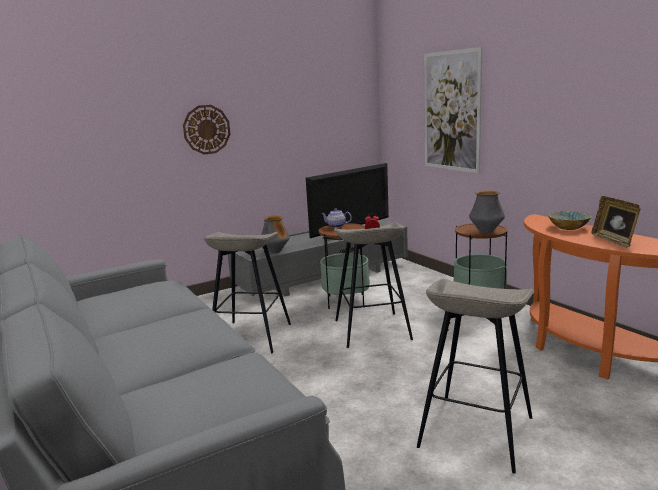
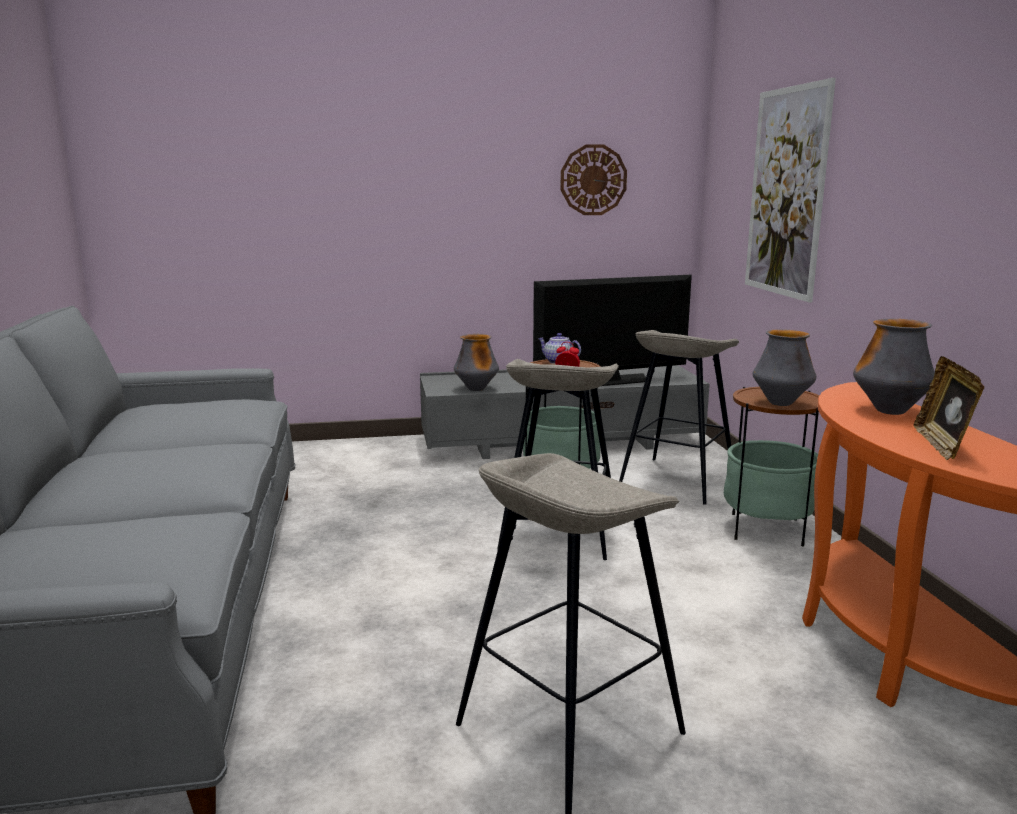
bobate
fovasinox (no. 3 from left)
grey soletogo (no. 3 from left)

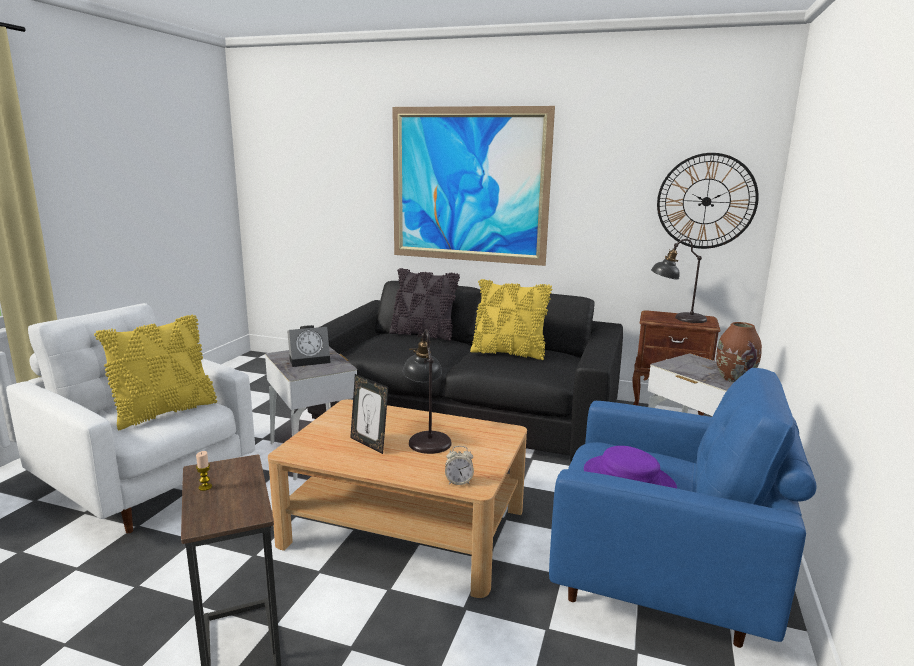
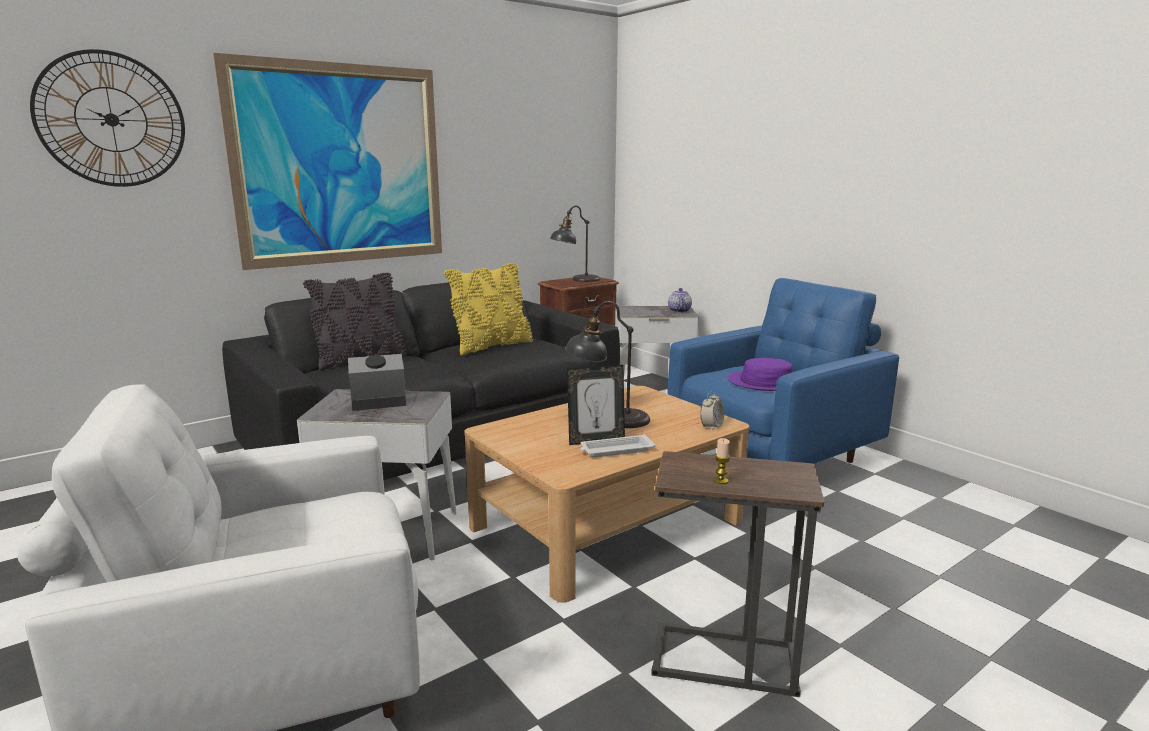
bobate
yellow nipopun (no. 1 from left in the first image)
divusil
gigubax (no. 1 from left)
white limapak

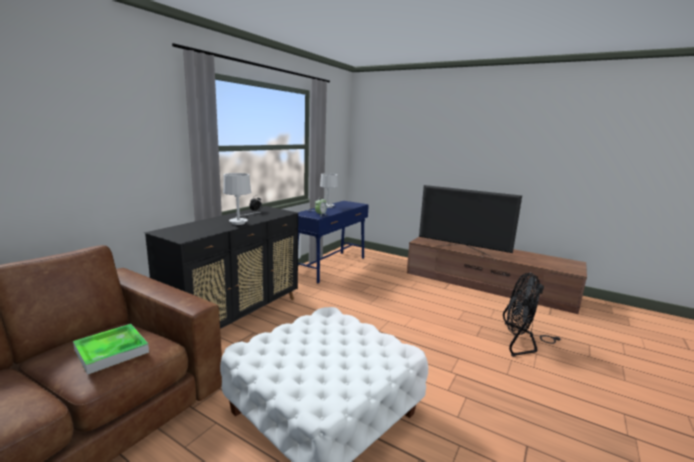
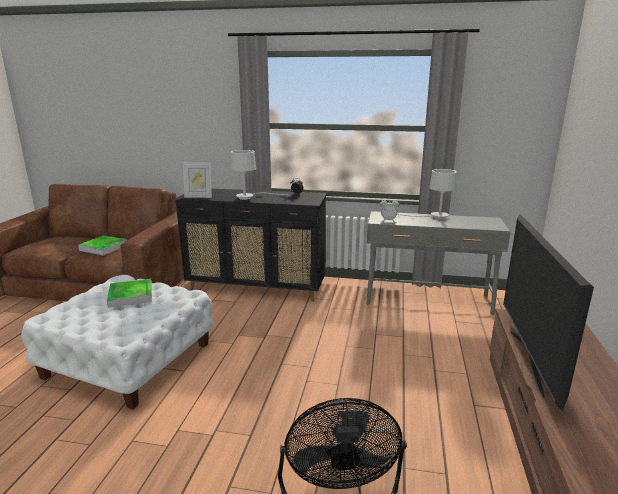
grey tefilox
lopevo
limapak (no. 2 from left)

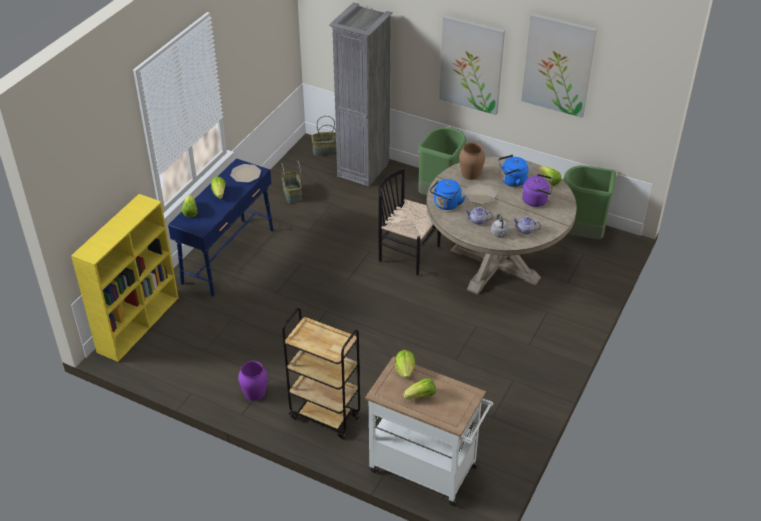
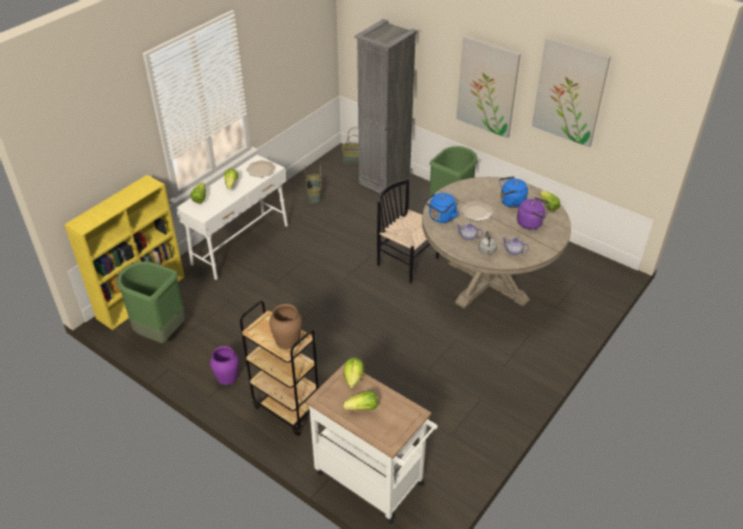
brown fovasinox
white tefilox
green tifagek (no. 1 from left)

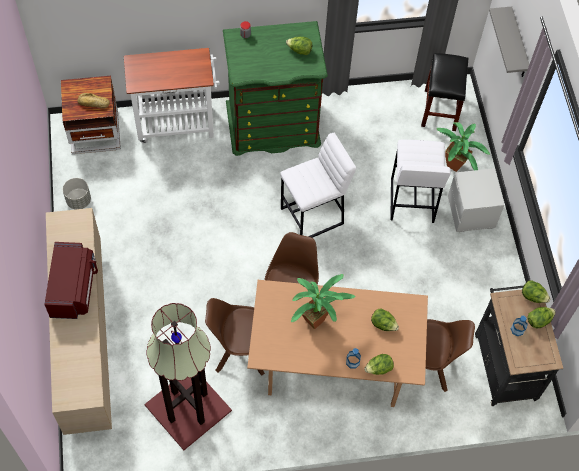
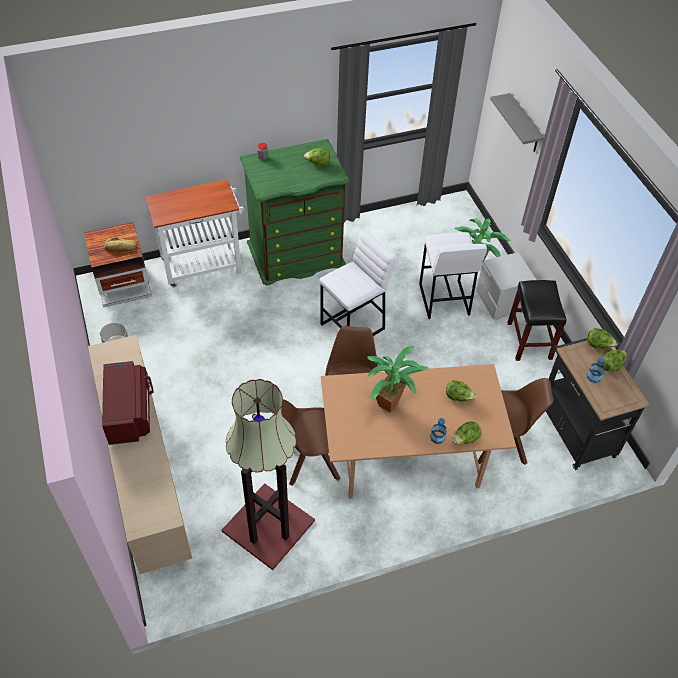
black soletogo

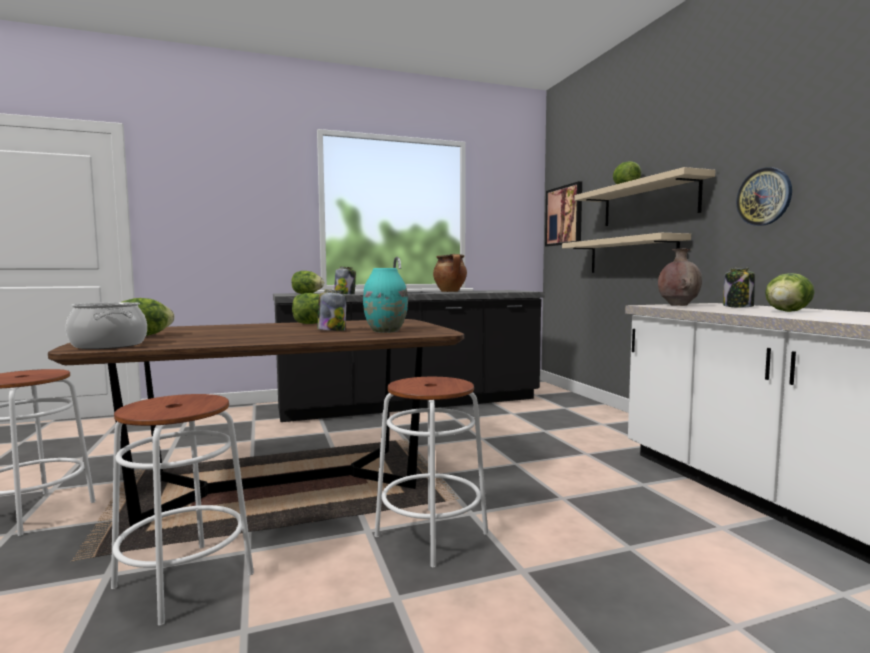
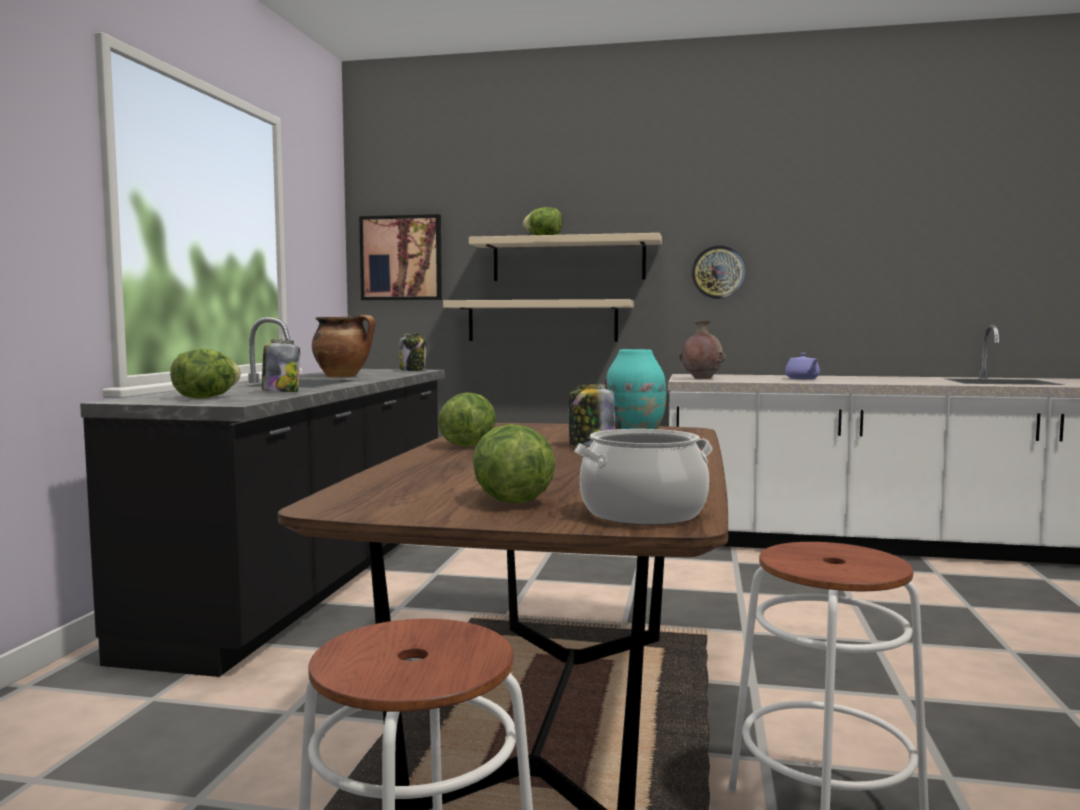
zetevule (no. 2 from left)
purple divusil
white soletogo (no. 3 from left in the first image)

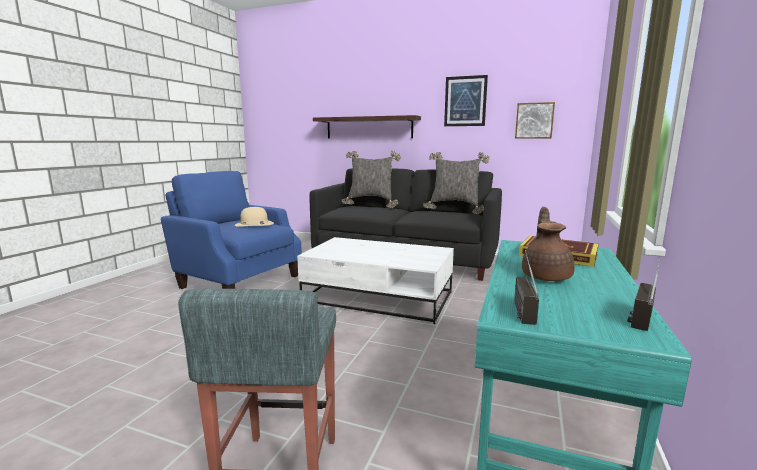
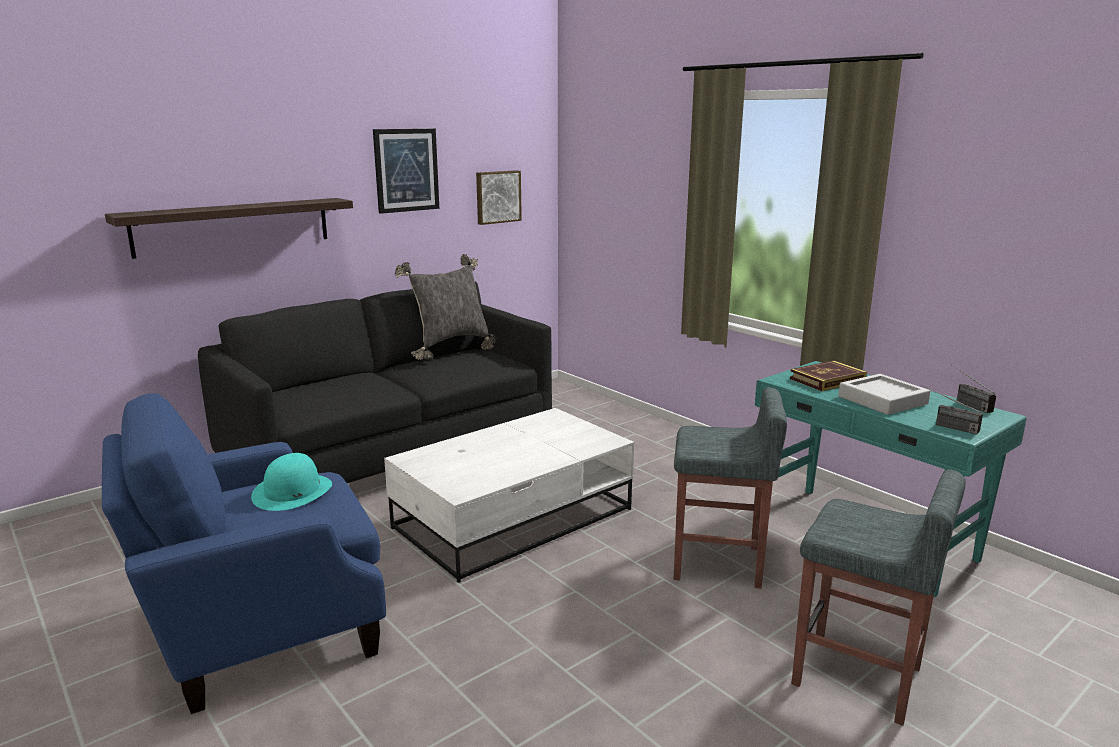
nipopun (no. 1 from left in the first image)
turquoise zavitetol
grey limapak
grey soletogo (no. 1 from left)

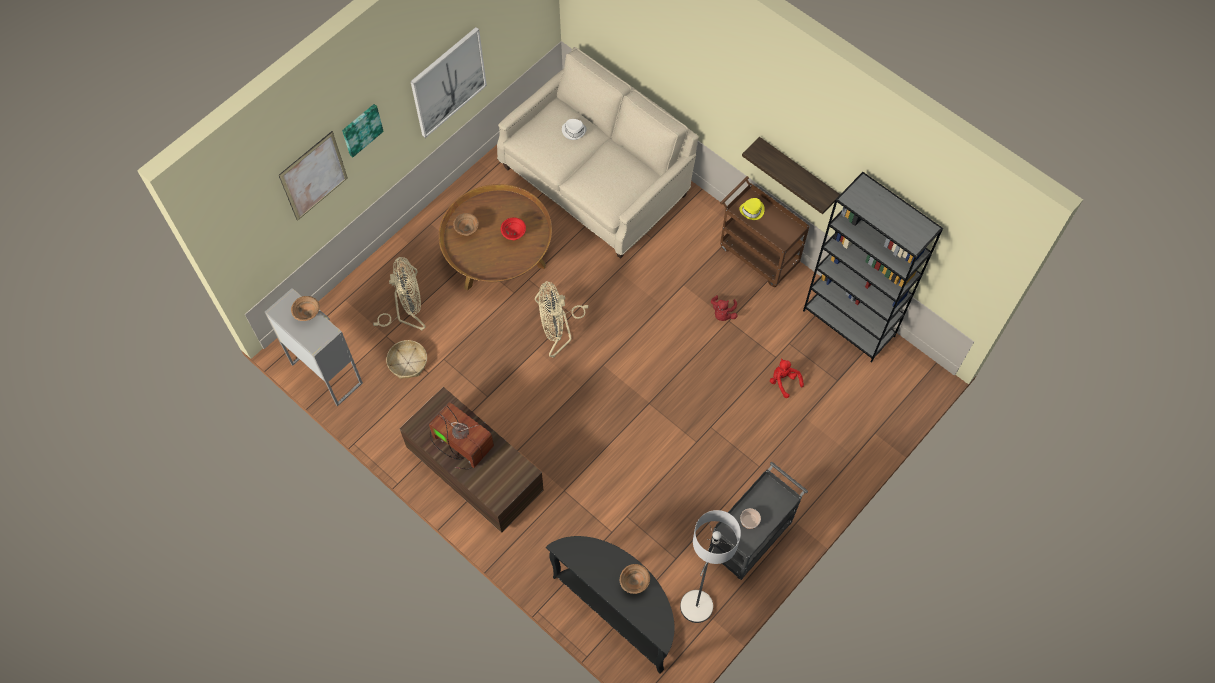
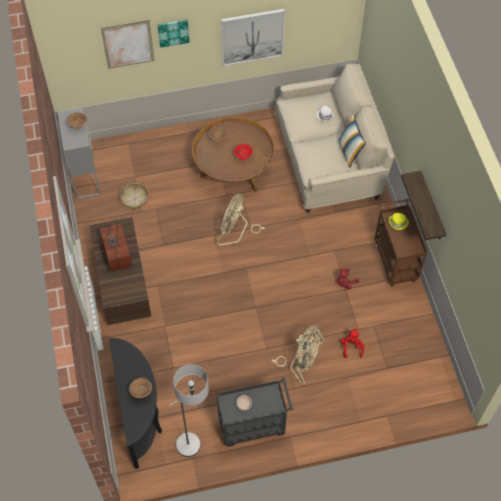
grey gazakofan
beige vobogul (no. 2 from left)
nipopun

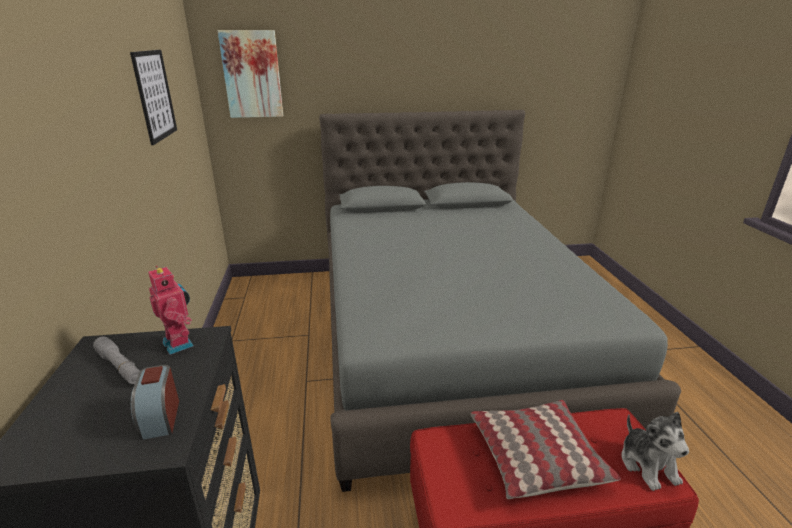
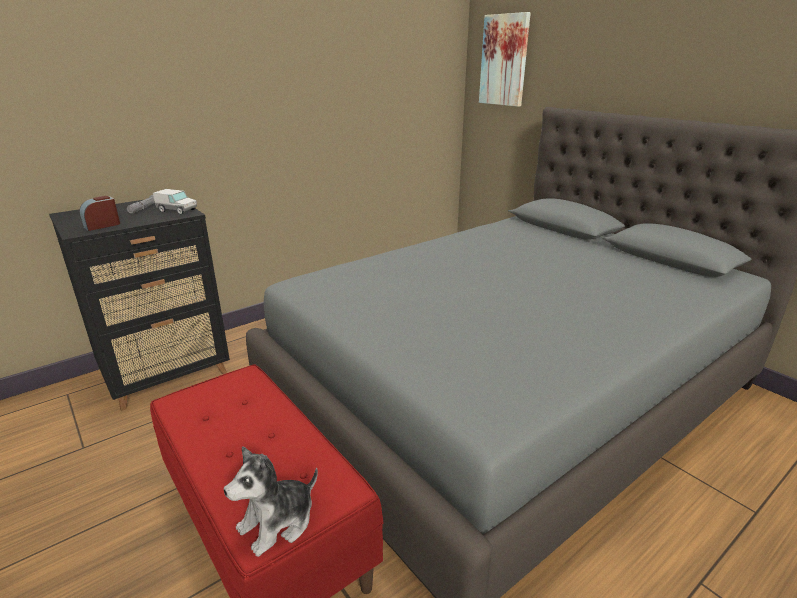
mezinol (no. 1 from left in the first image)
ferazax
nipopun

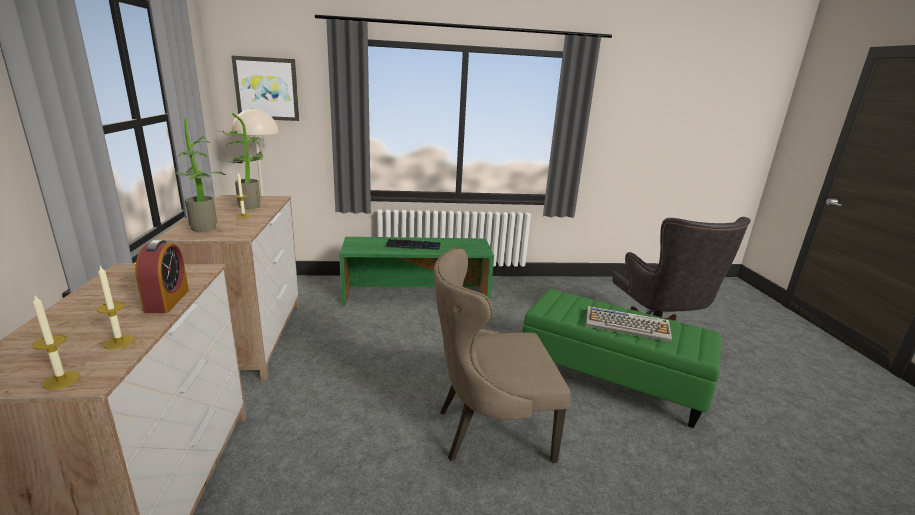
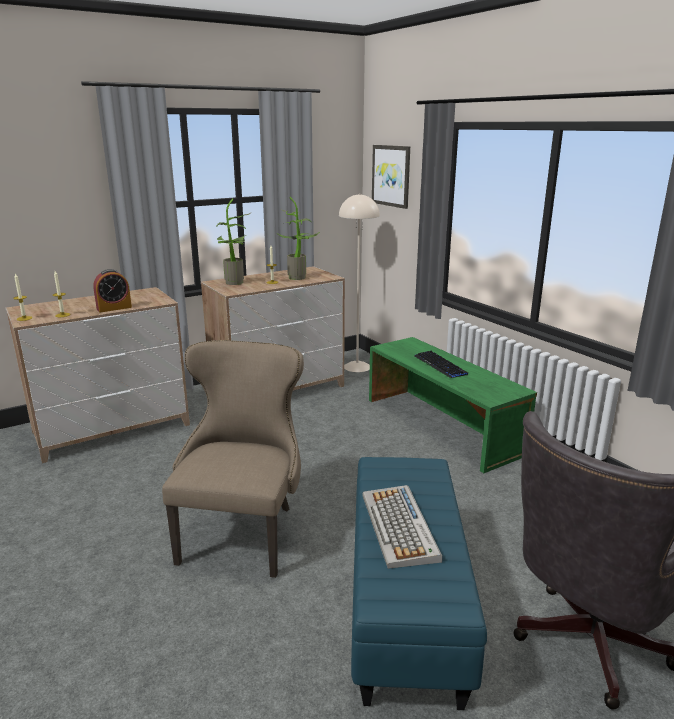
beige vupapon
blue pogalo

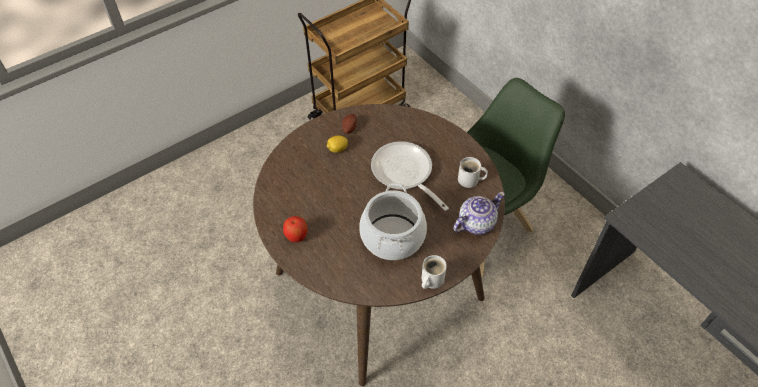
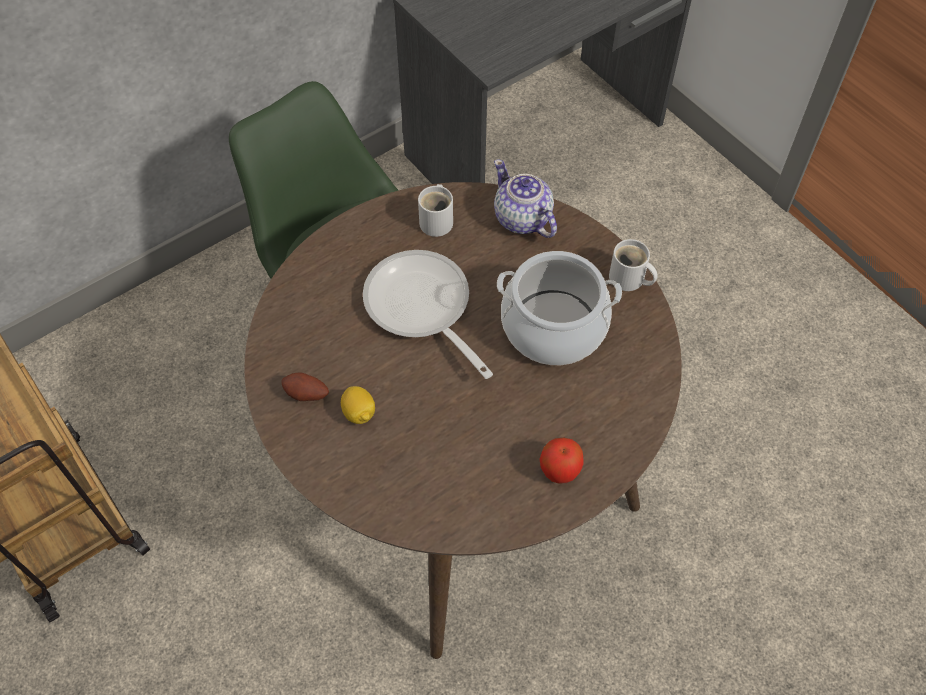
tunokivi

